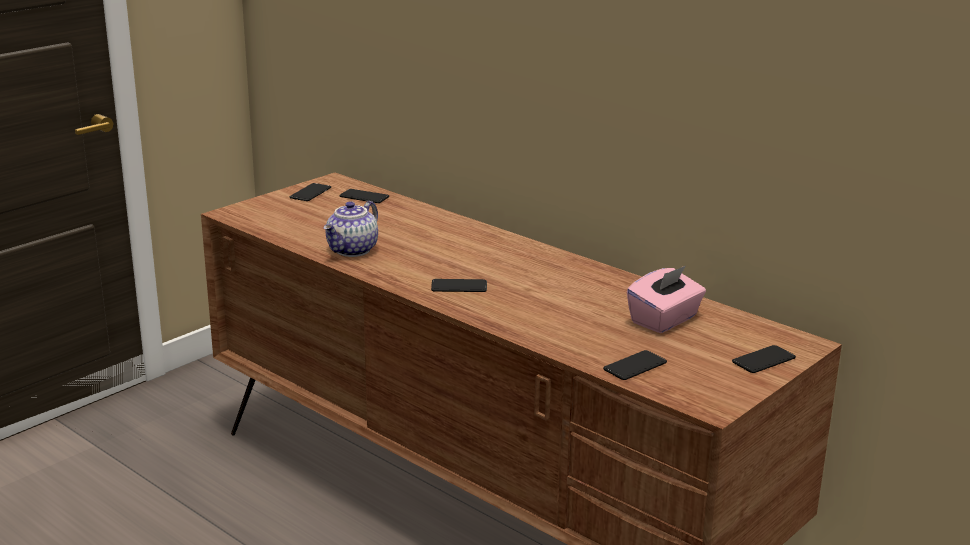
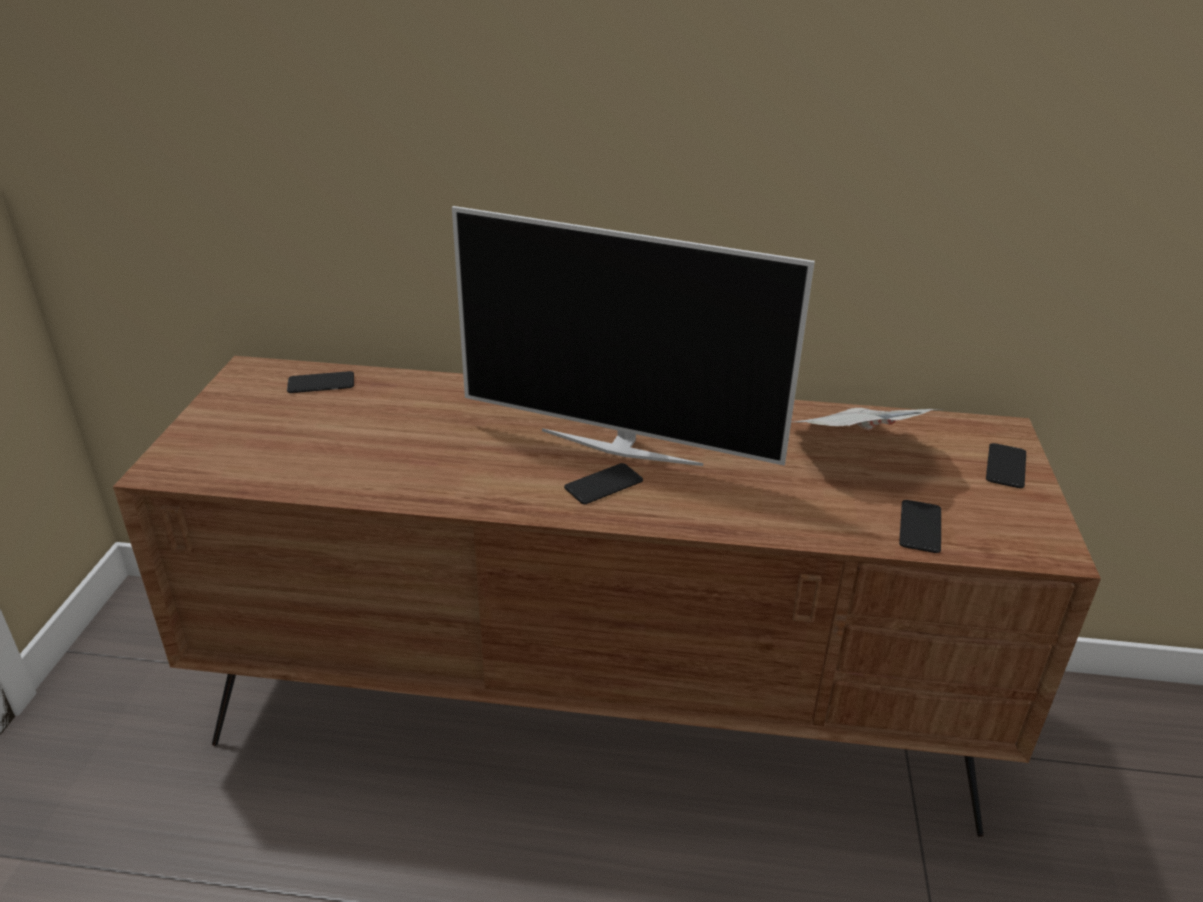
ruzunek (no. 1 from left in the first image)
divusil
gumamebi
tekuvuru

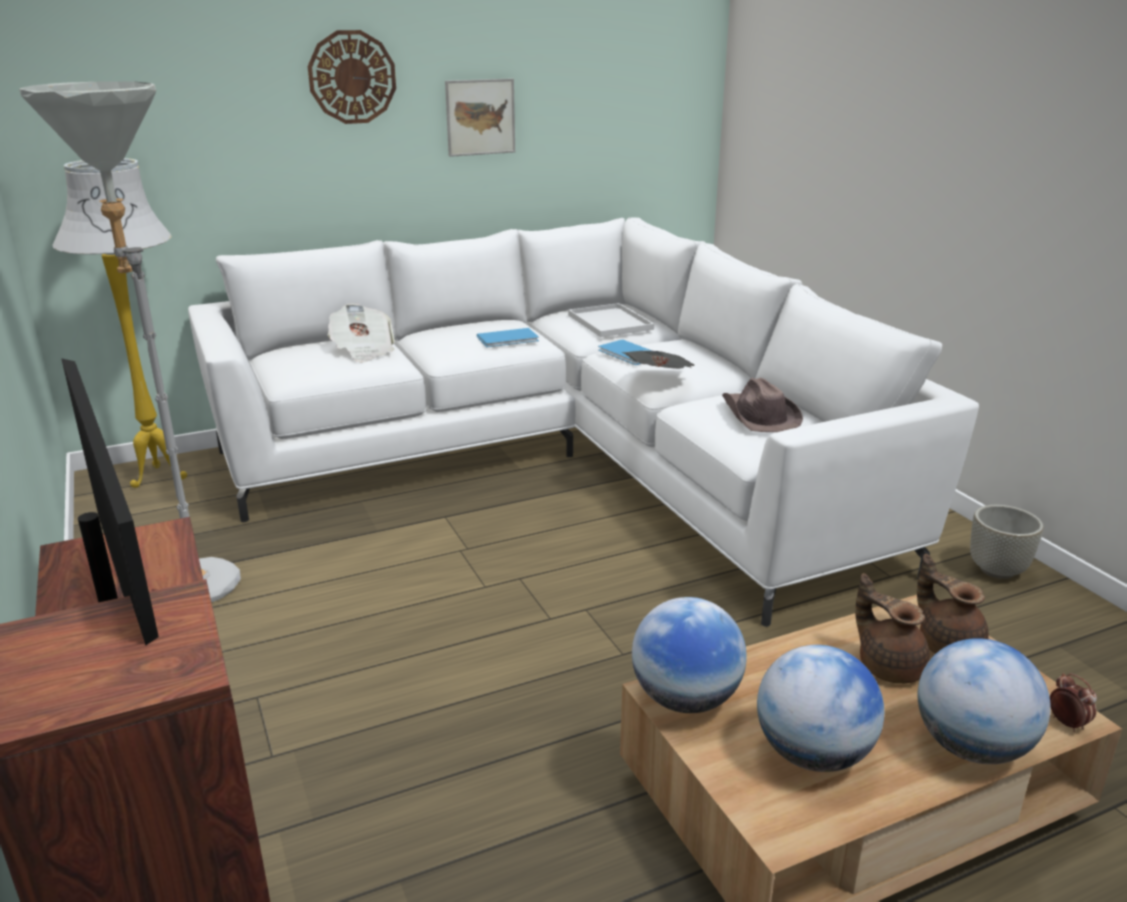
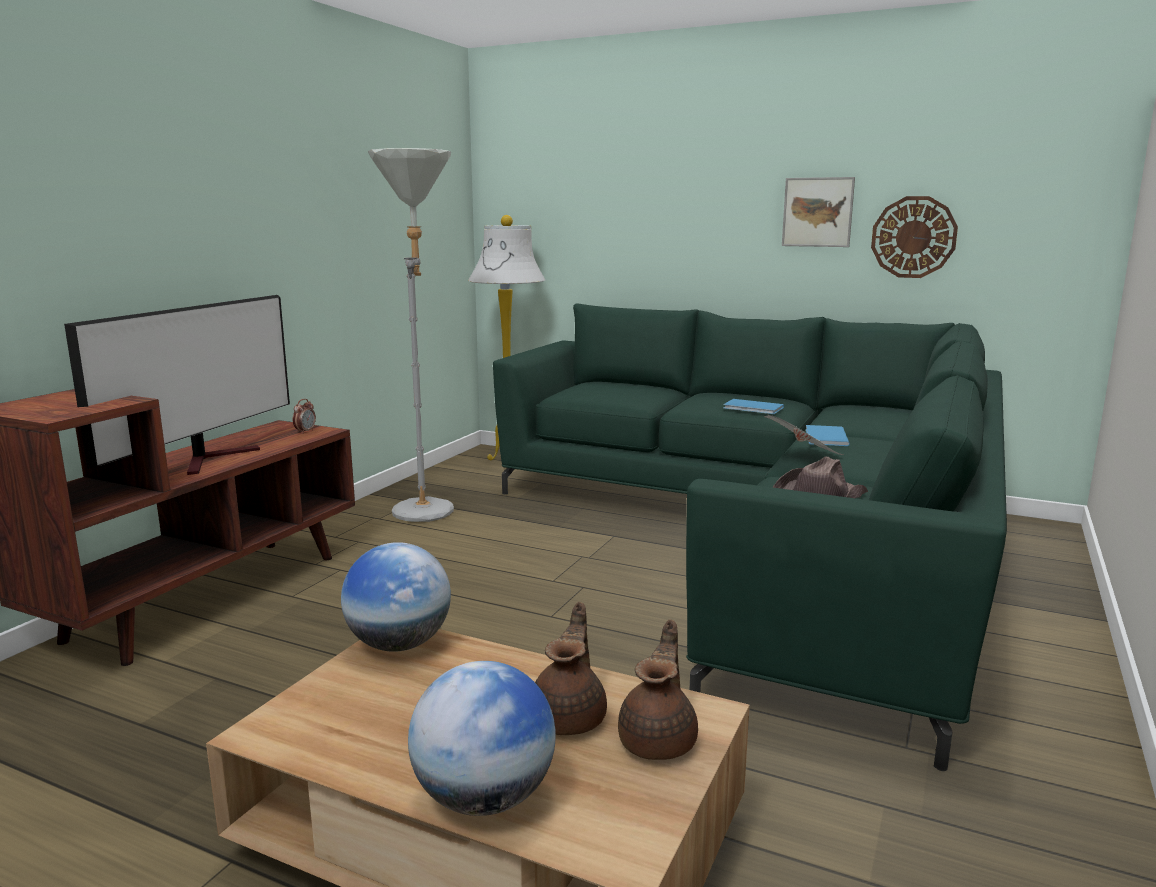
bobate
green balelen
gumamebi (no. 1 from left in the first image)
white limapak
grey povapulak
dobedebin (no. 2 from left in the first image)
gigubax

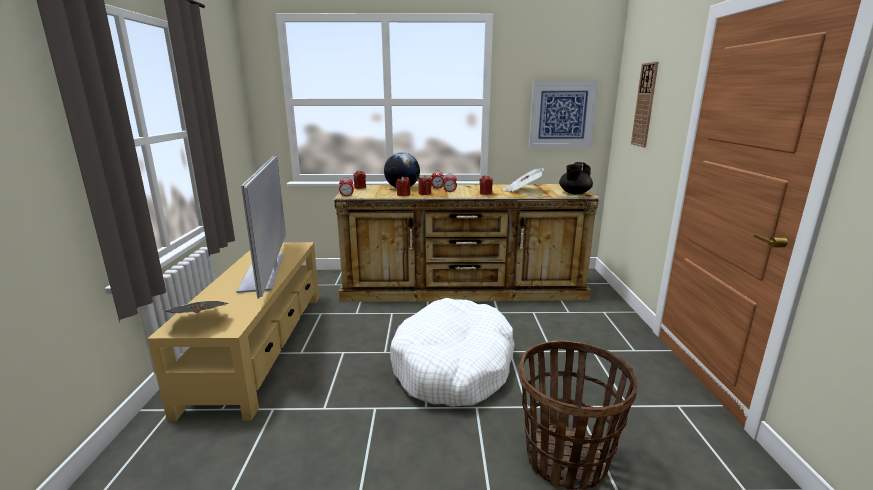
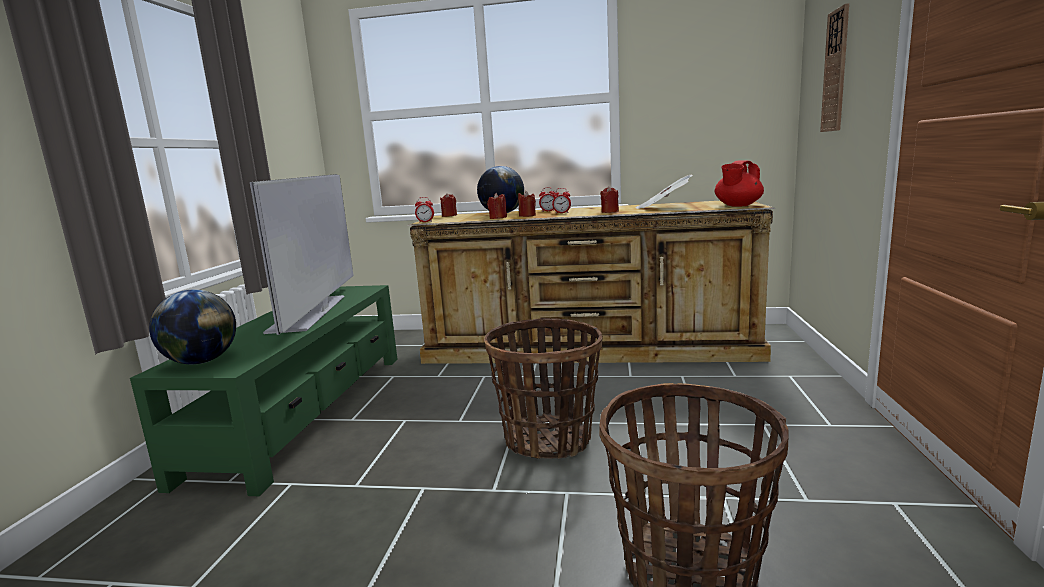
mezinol
red divusil
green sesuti
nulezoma (no. 1 from left)
dobedebin (no. 1 from left)

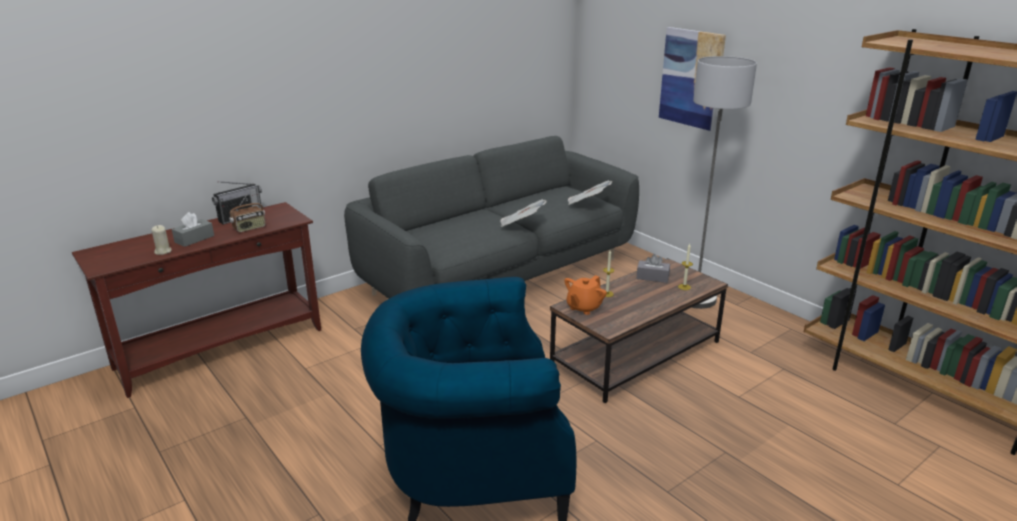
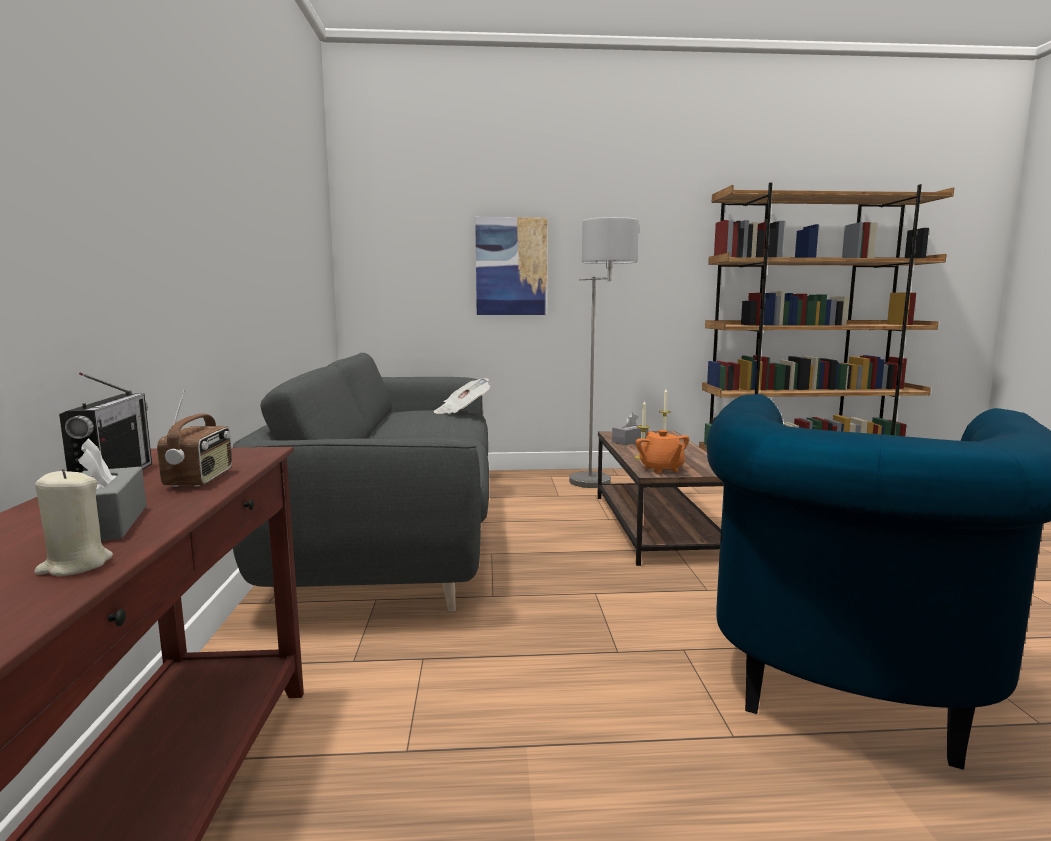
gumamebi (no. 1 from left in the first image)

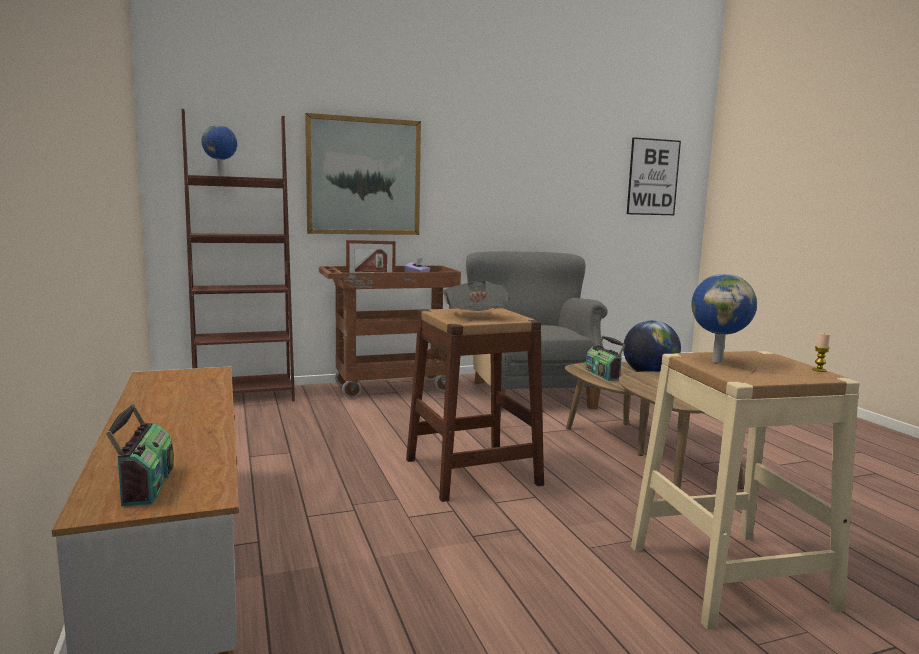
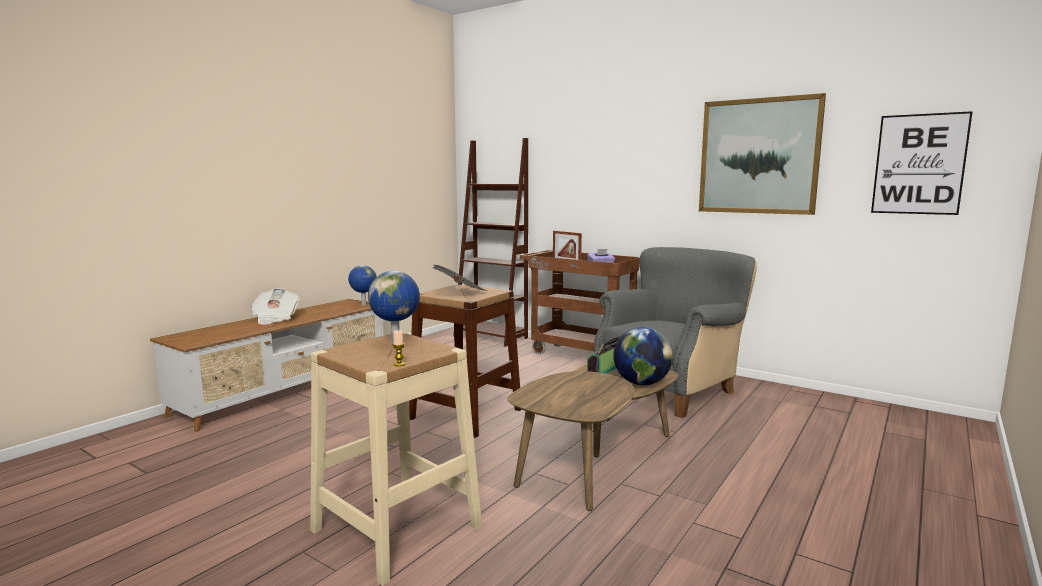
mezinol (no. 1 from left)
dobedebin (no. 1 from left)
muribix (no. 1 from left in the first image)
gumamebi (no. 1 from left)

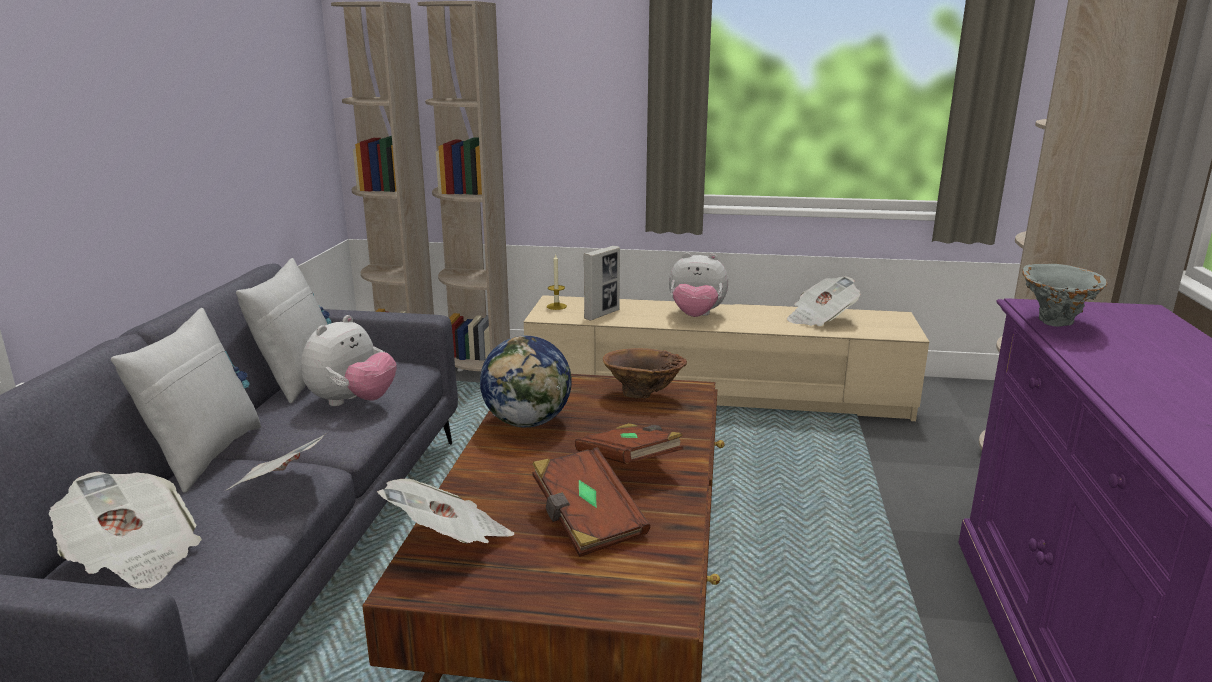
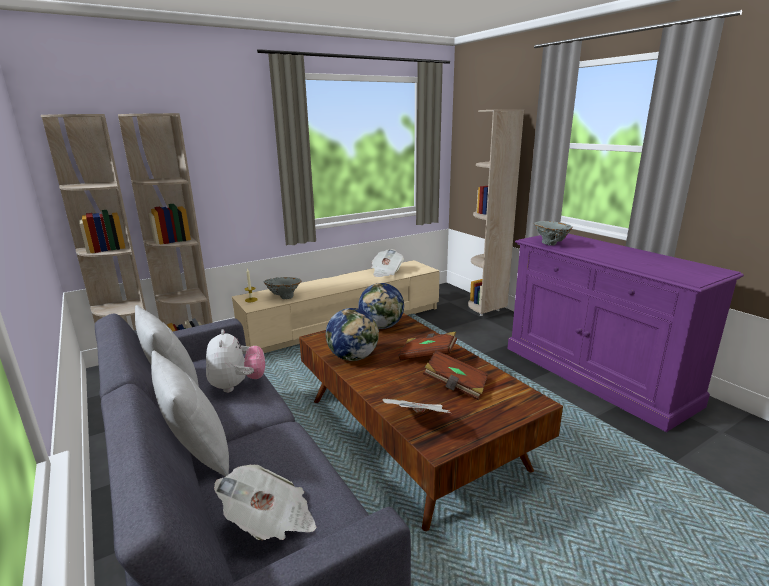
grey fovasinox (no. 1 from left)
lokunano (no. 2 from left in the first image)
dobedebin (no. 2 from left)
gumamebi (no. 2 from left in the first image)

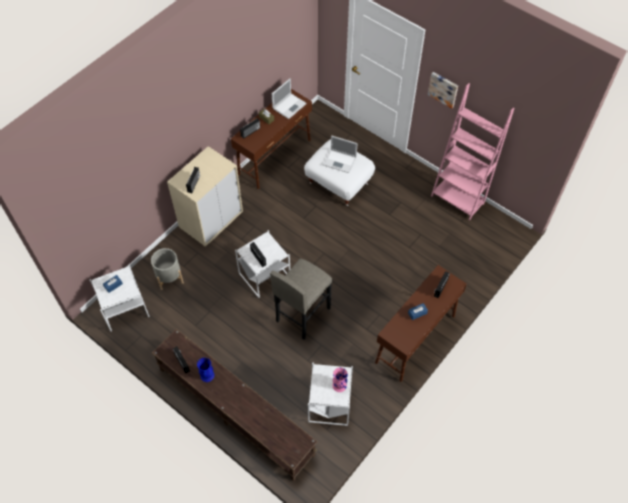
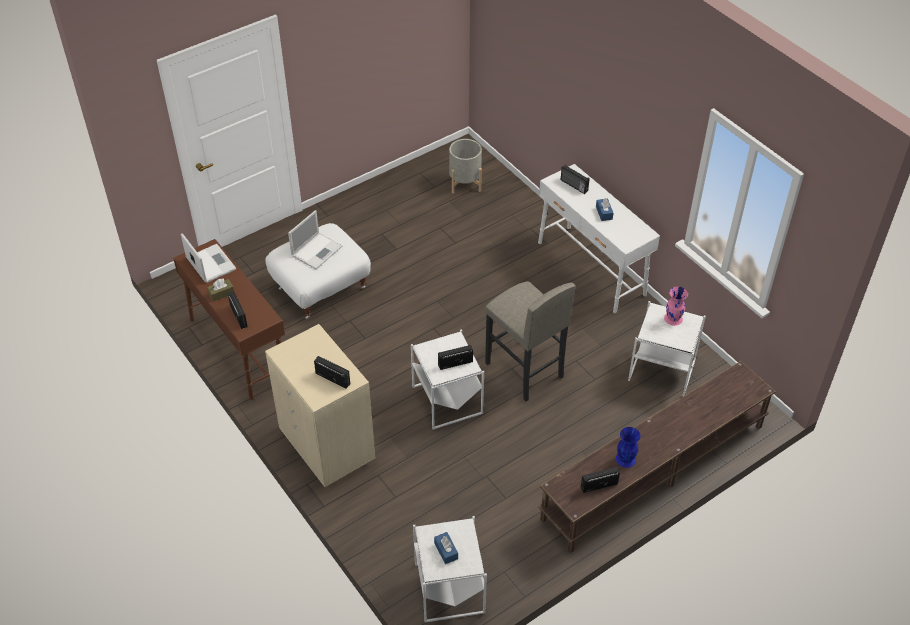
mezinol
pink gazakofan
grey povapulak
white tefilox

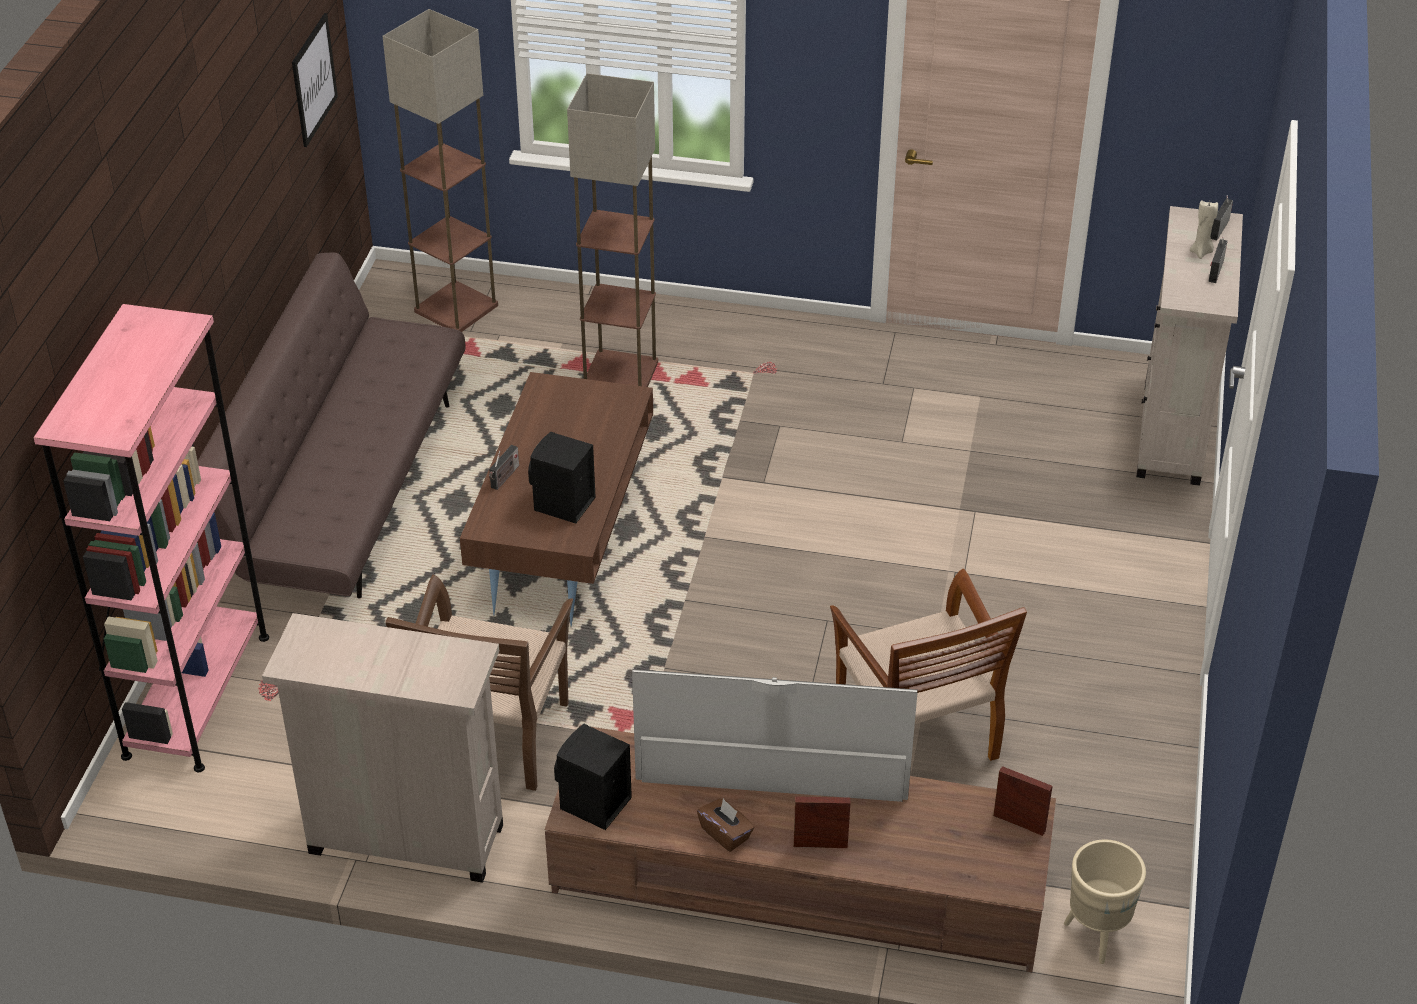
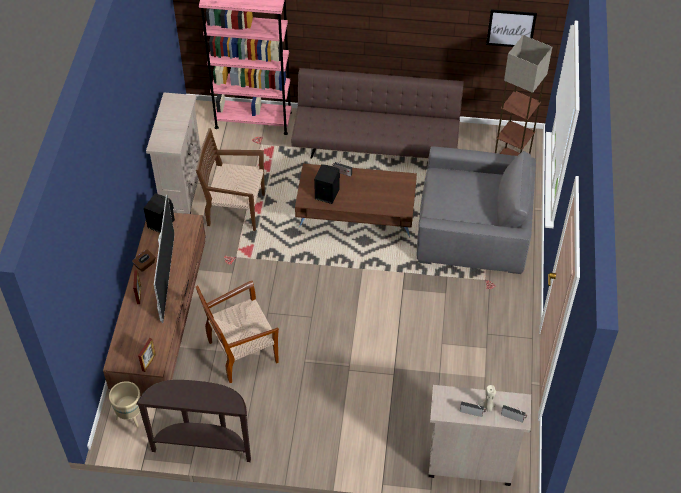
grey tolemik
brown tefilox

